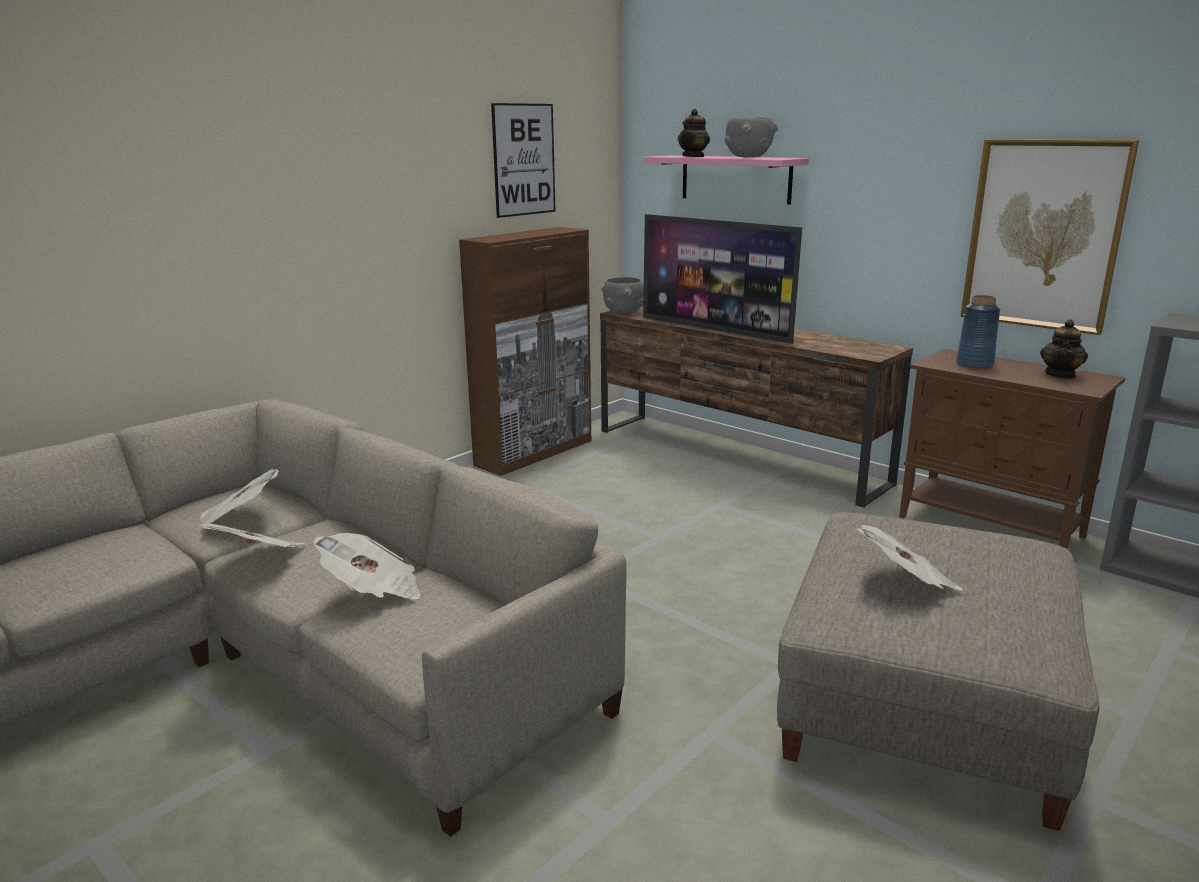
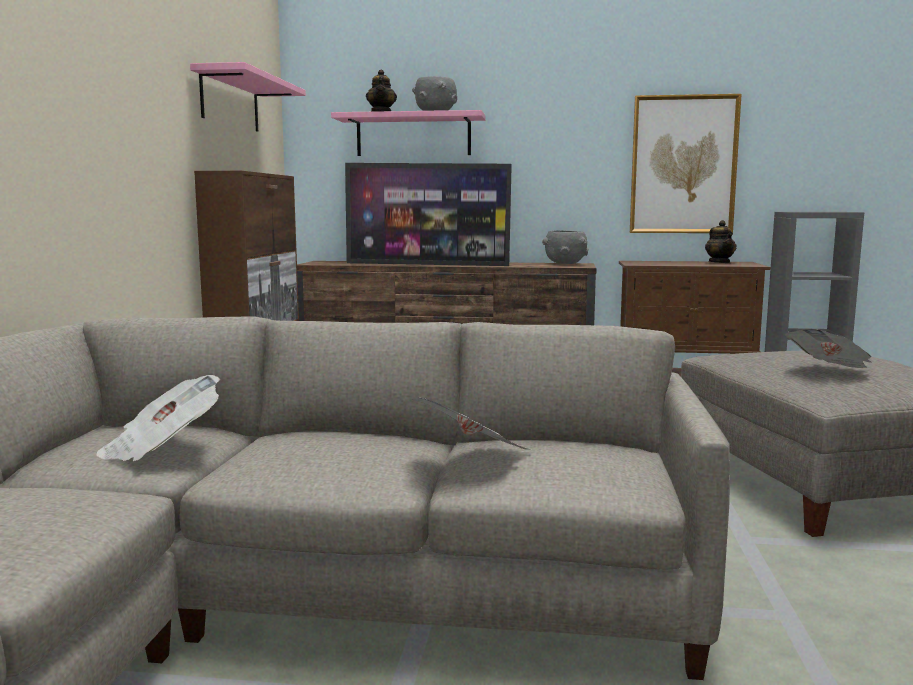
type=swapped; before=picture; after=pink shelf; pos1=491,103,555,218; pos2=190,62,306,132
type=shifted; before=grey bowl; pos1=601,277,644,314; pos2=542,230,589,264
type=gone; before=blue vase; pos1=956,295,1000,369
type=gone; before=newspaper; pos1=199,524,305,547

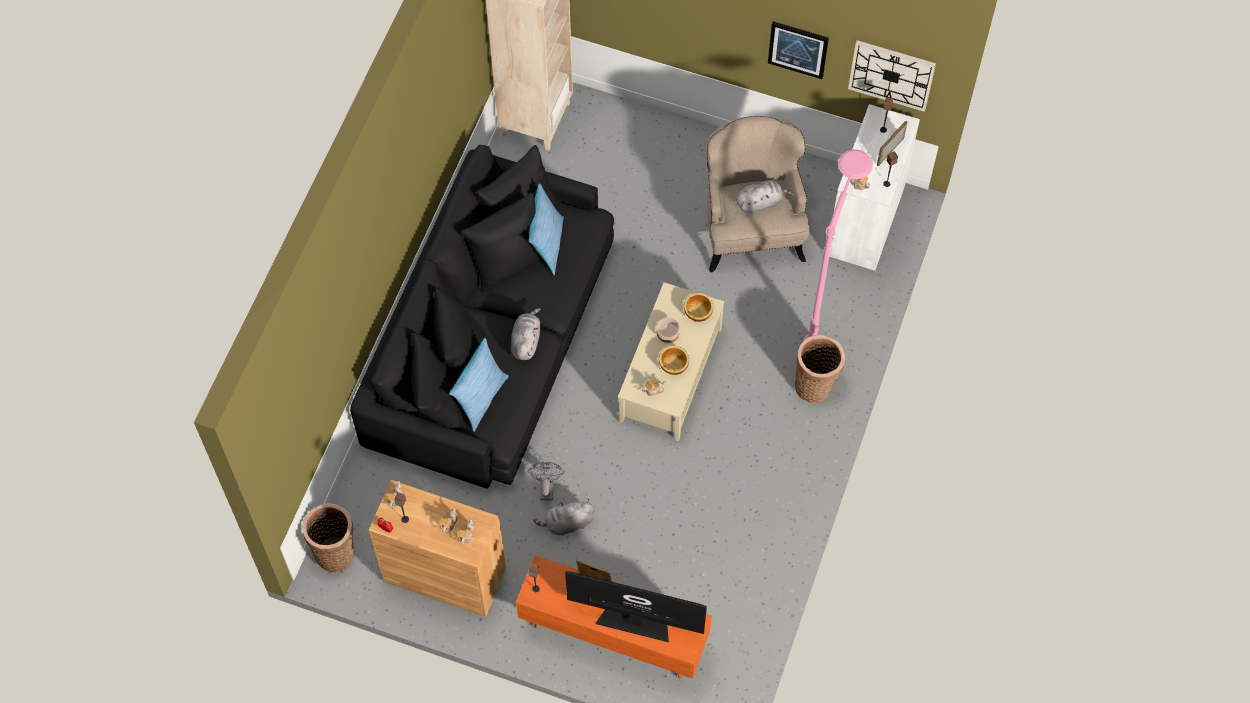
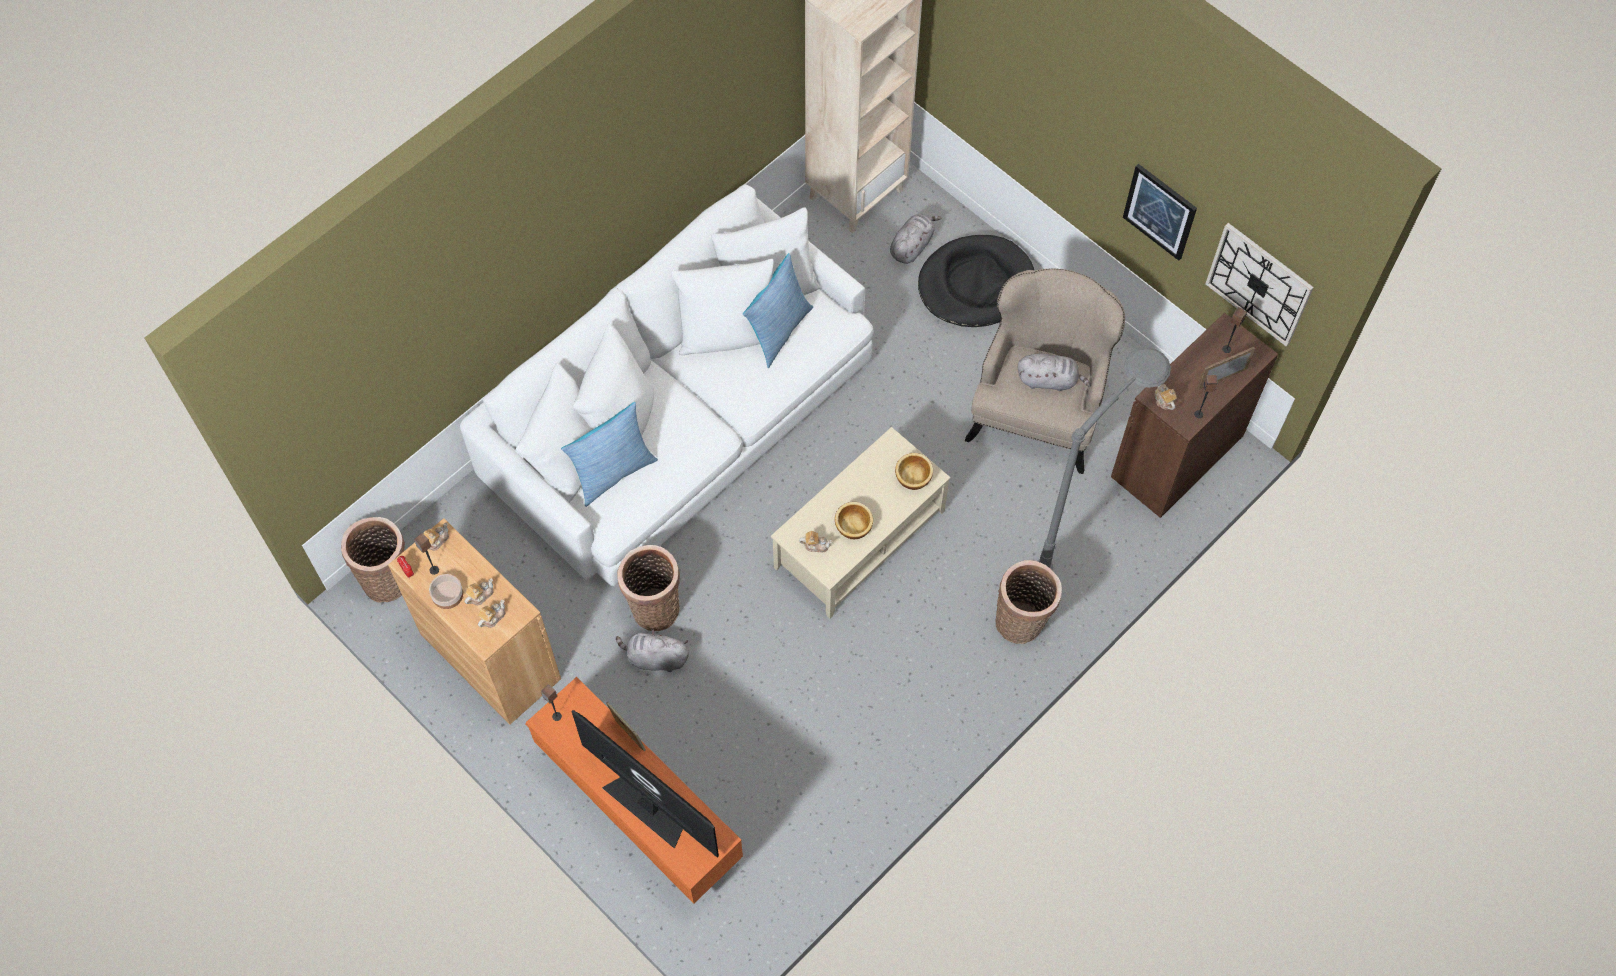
type=repainted; before=white cabinet; after=brown cabinet; pos1=829,104,920,271; pos2=1111,313,1278,518
type=repainted; before=black sofa; after=white sofa; pos1=350,145,614,488; pos2=460,184,874,586
type=repainted; before=pink floor lamp; after=grey floor lamp; pos1=804,149,873,340; pos2=1038,347,1171,570
type=shifted; before=grey plush toy; pos1=511,308,541,360; pos2=890,214,941,264
type=shifted; before=bowl; pos1=657,317,680,343; pos2=429,574,463,609
type=swapped; before=grey fan; after=basket; pos1=528,462,565,500; pos2=617,545,680,631
type=new; after=black dog bed; pos2=918,235,1034,327

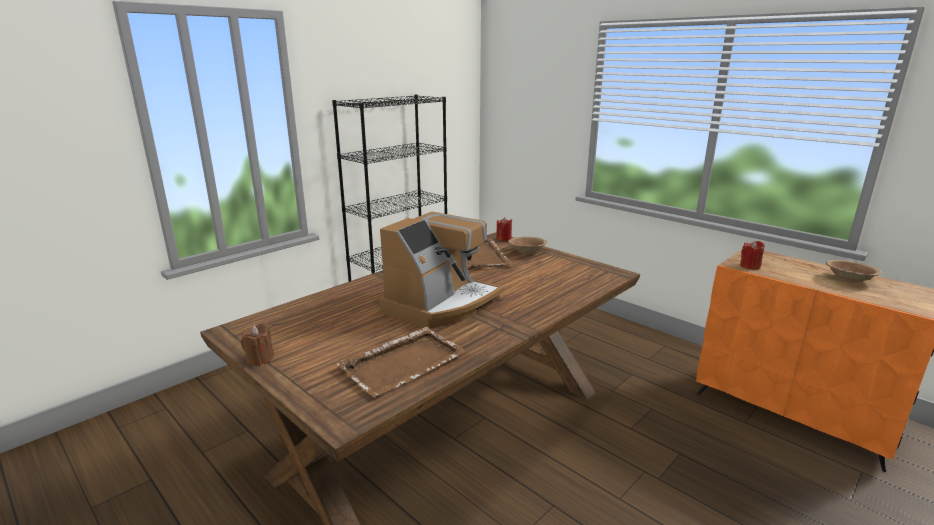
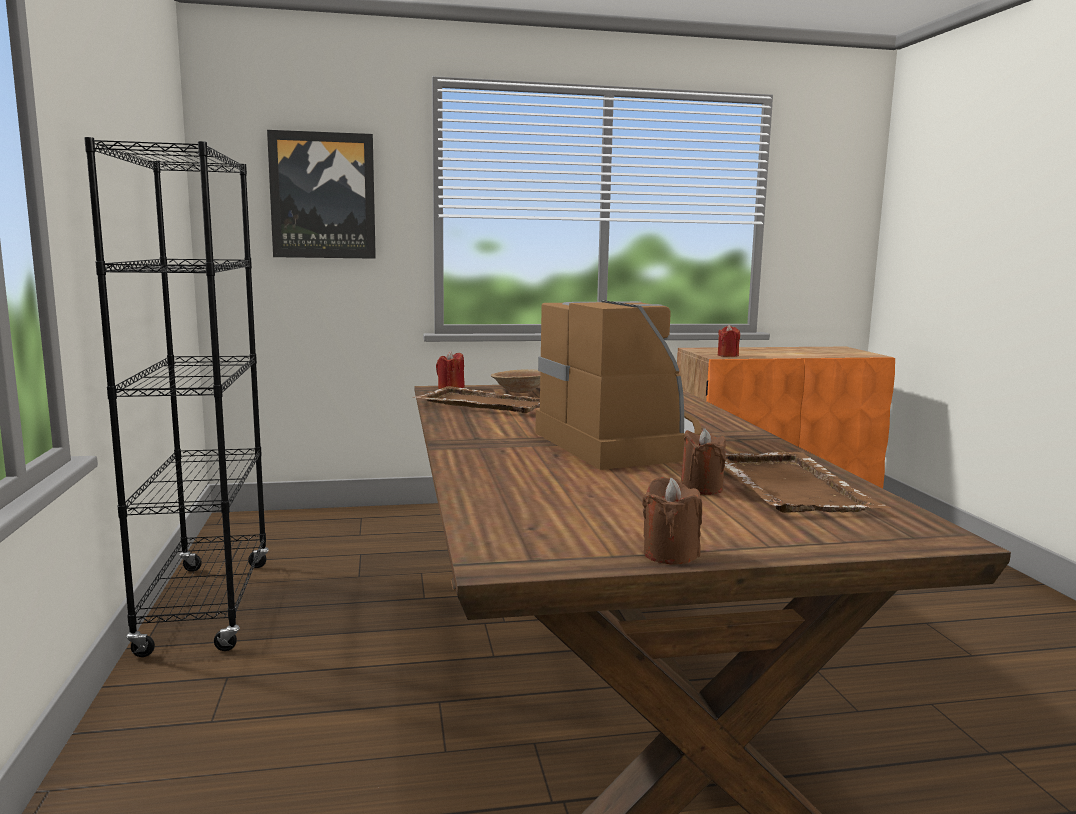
type=gone; before=brown bowl; pos1=826,260,882,283
type=new; after=picture; pos2=267,130,376,259
type=new; after=brown candle; pos2=681,428,726,495

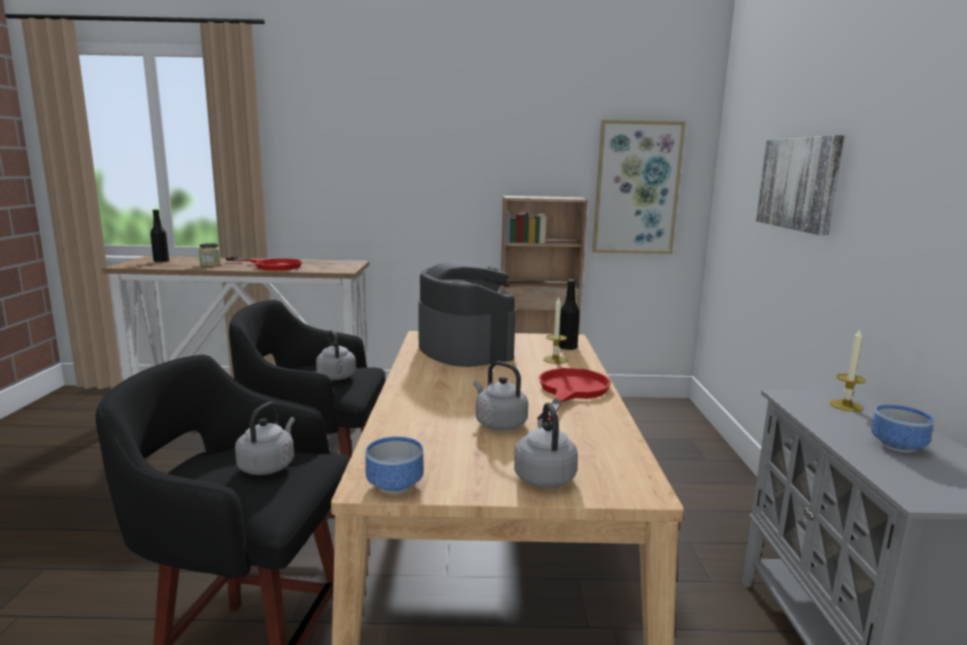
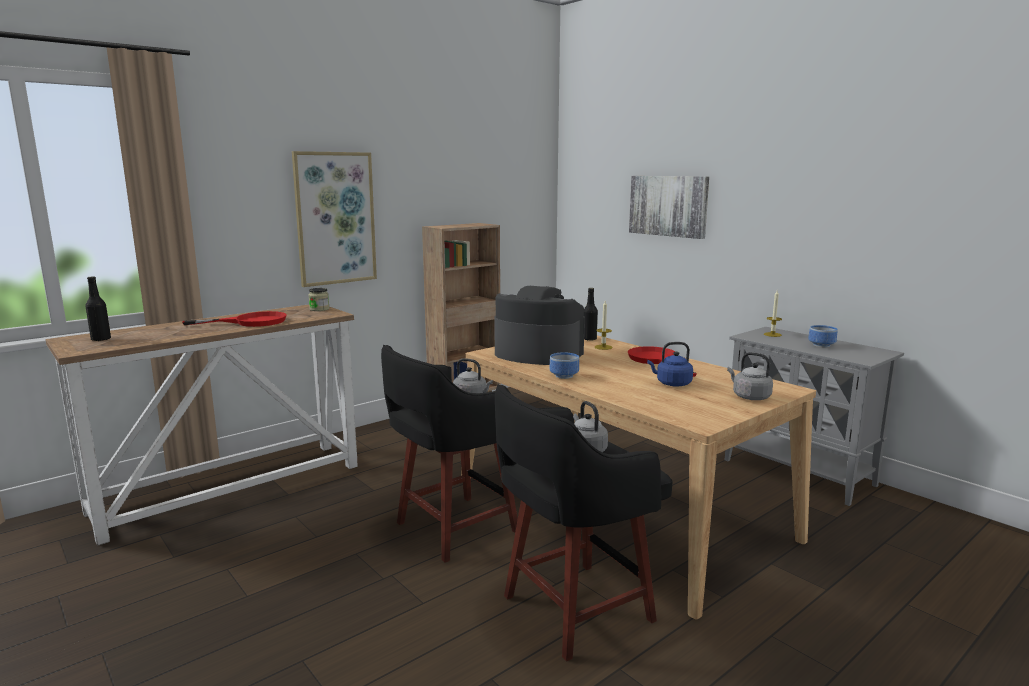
type=shifted; before=picture; pos1=592,120,686,254; pos2=292,151,377,287
type=shifted; before=jar; pos1=199,243,221,266; pos2=308,288,329,311
type=repainted; before=grey kettle; after=blue kettle; pos1=473,361,528,430; pos2=647,342,693,387
type=shifted; before=bowl; pos1=366,437,424,494; pos2=549,352,579,379

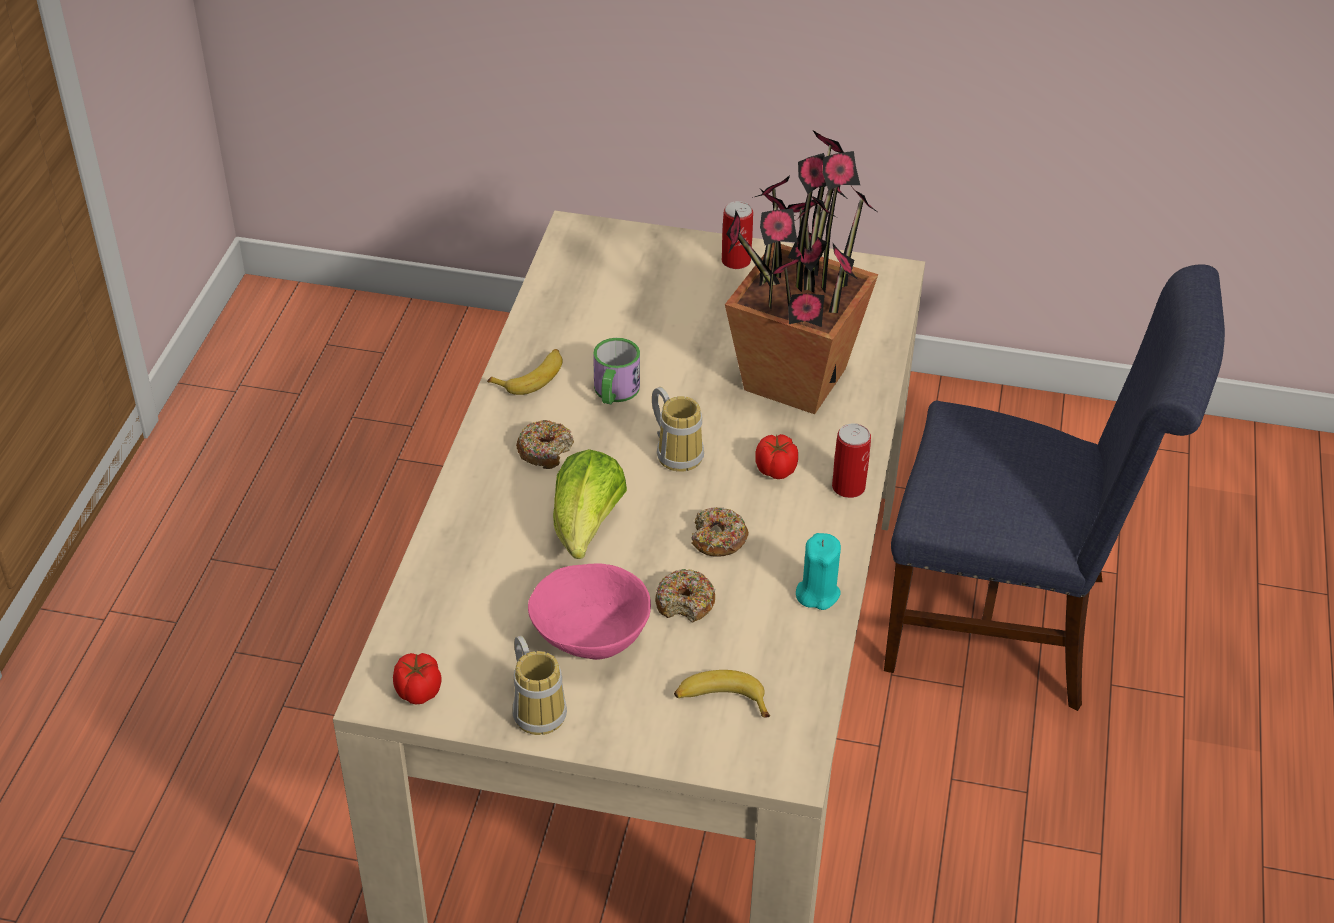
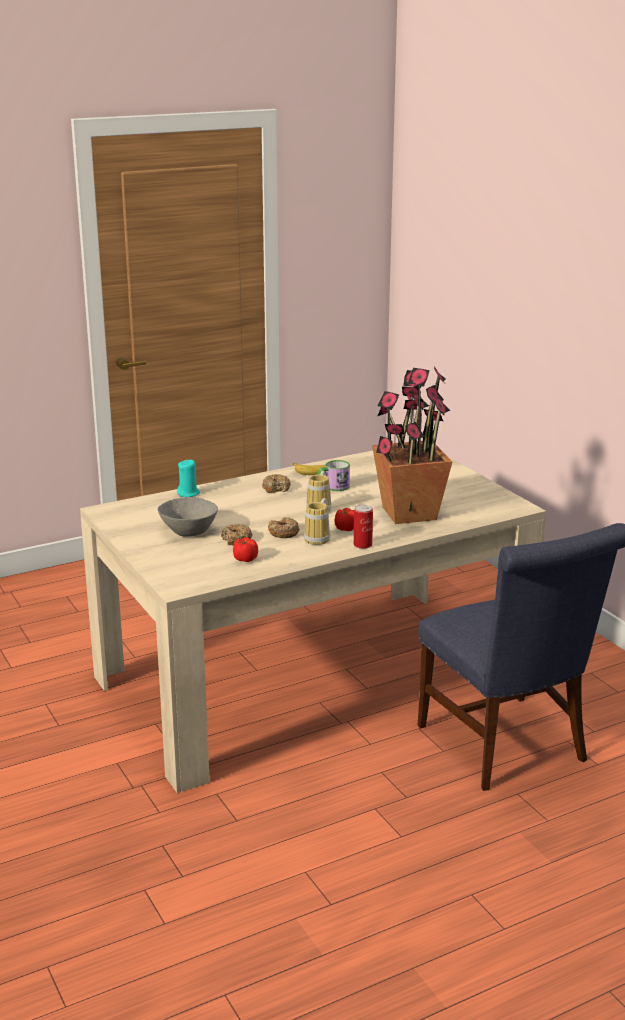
type=gone; before=can; pos1=722,201,753,269
type=gone; before=lettuce; pos1=553,449,627,559
type=shifted; before=turquoise candle; pos1=796,533,841,610; pos2=177,460,200,497
type=repainted; before=pink bowl; after=grey bowl; pos1=528,563,651,660; pos2=158,497,218,536
type=shifted; before=mug; pos1=512,635,567,735; pos2=304,498,330,545
type=shifted; before=tomato; pos1=393,653,442,704; pos2=233,537,258,562
type=gone; before=banana; pos1=674,670,770,717

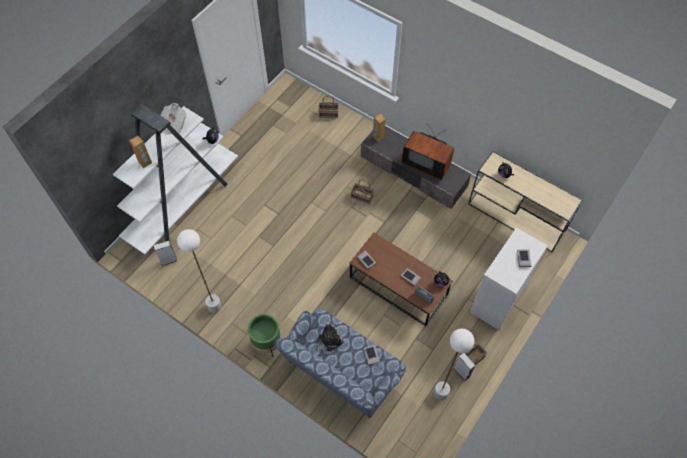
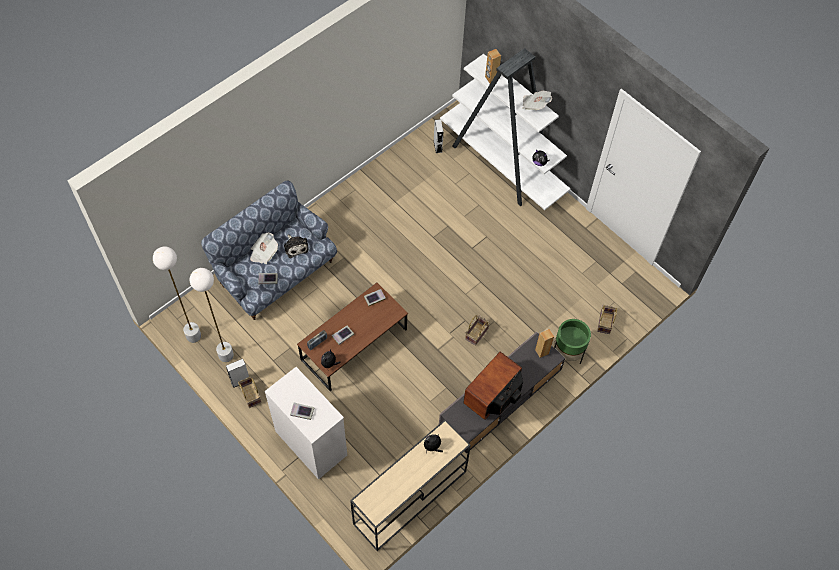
type=shifted; before=white floor lamp; pos1=177,229,222,313; pos2=153,246,201,343
type=shifted; before=green planter; pos1=248,314,281,357; pos2=554,319,591,364
type=new; after=newspaper; pos2=250,233,278,264

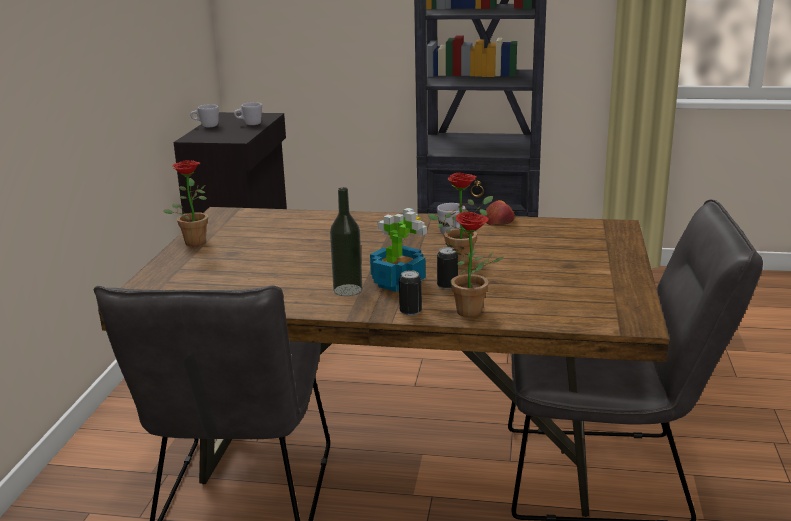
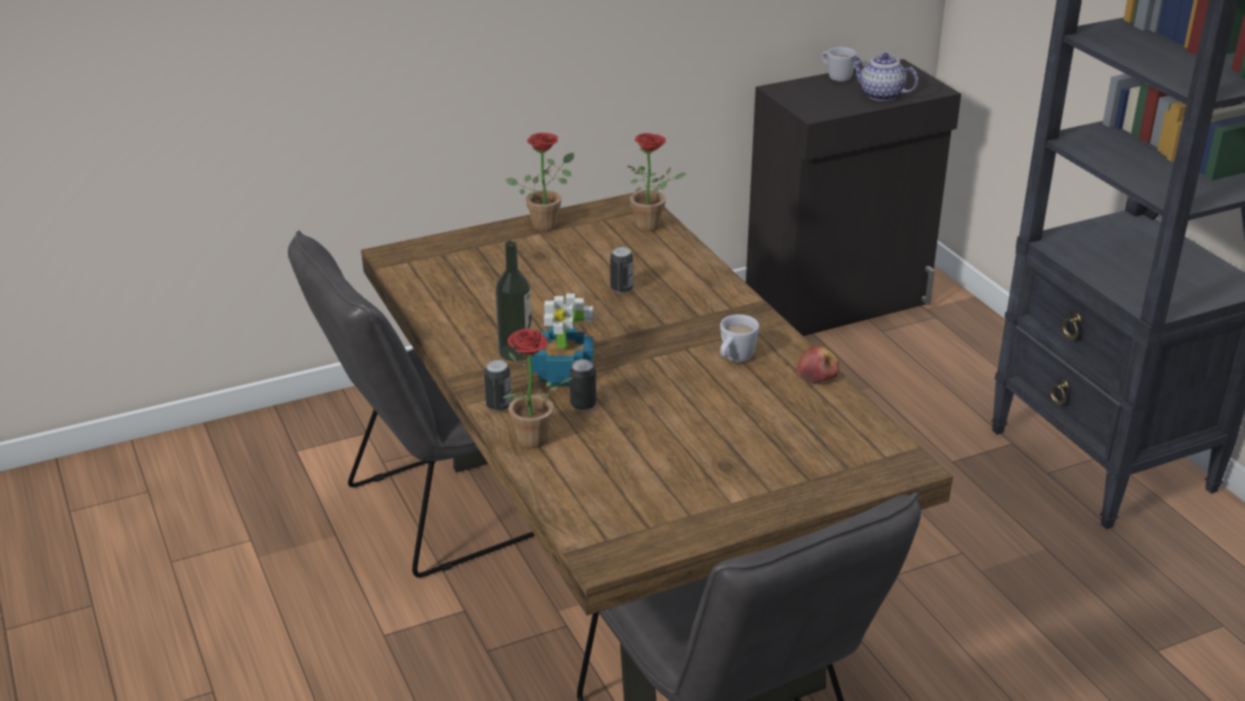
type=swapped; before=white mug; after=teapot; pos1=234,102,262,125; pos2=851,53,918,101
type=shifted; before=potted plant; pos1=428,173,493,265; pos2=628,133,686,232
type=new; after=can; pos2=610,247,633,293

